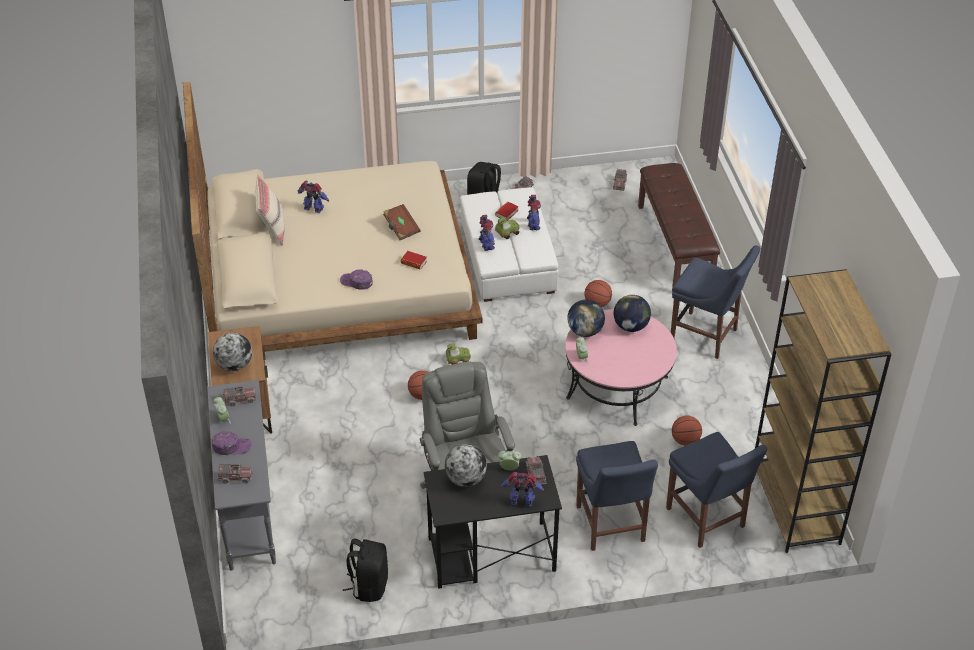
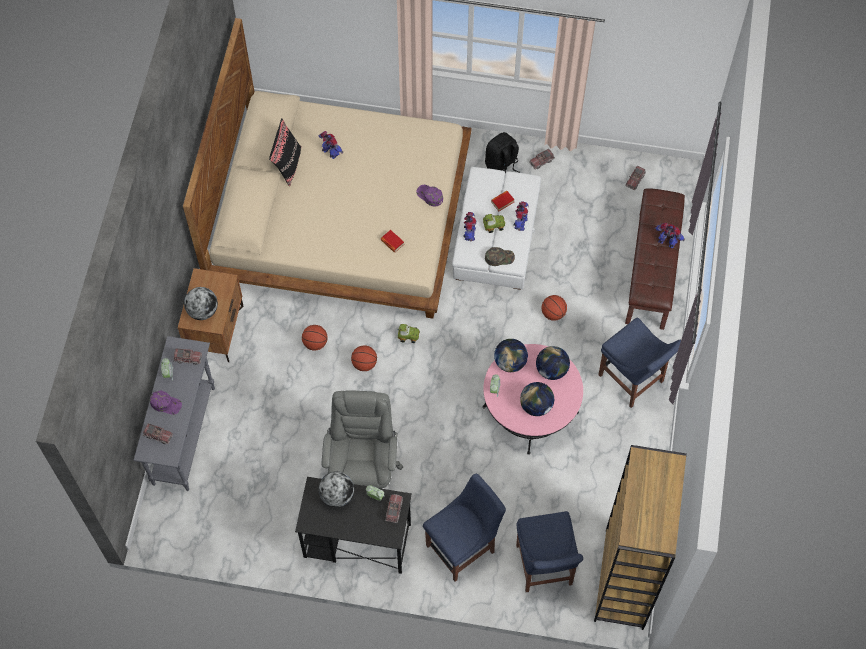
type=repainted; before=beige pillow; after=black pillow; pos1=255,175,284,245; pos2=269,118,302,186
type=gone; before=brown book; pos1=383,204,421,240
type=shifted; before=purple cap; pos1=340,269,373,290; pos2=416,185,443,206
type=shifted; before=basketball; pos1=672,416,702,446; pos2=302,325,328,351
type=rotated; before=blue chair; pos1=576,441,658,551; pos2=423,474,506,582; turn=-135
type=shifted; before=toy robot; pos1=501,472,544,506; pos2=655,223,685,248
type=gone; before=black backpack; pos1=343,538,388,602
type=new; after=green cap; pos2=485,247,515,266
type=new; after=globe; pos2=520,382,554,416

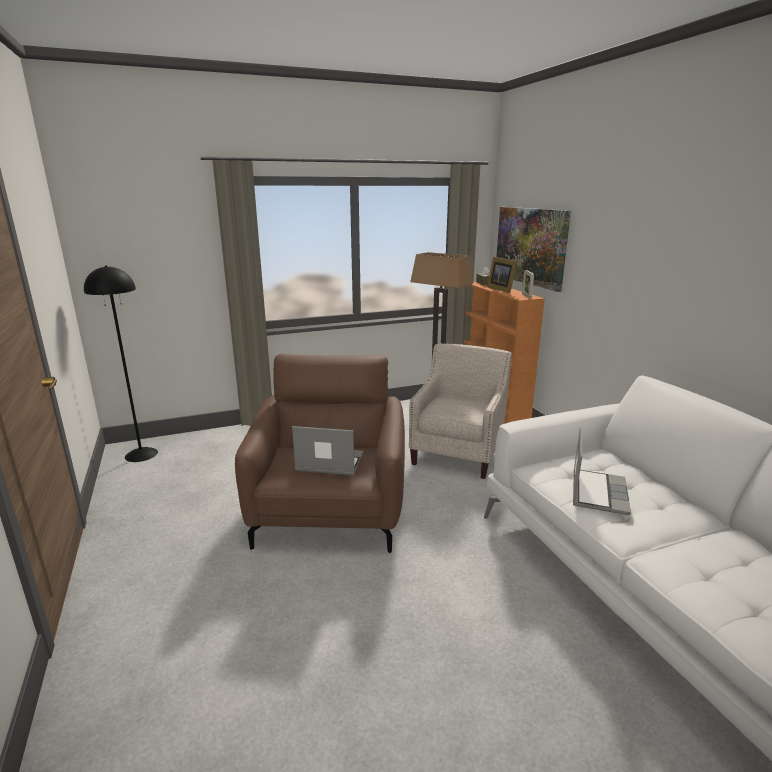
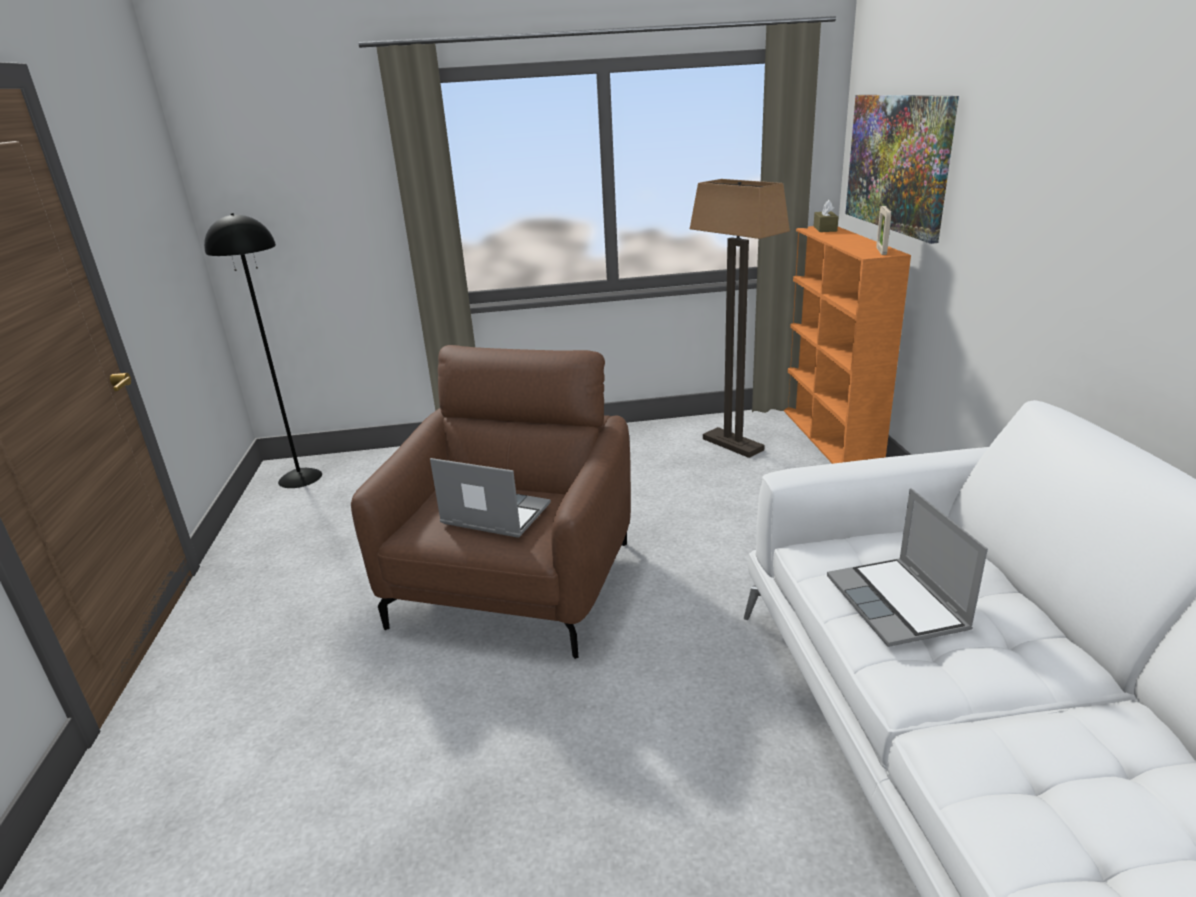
type=gone; before=picture frame; pos1=487,257,517,293
type=gone; before=beige armchair; pos1=409,343,512,479
type=rotated; before=laptop; pos1=573,427,631,515; pos2=827,488,988,647; turn=135

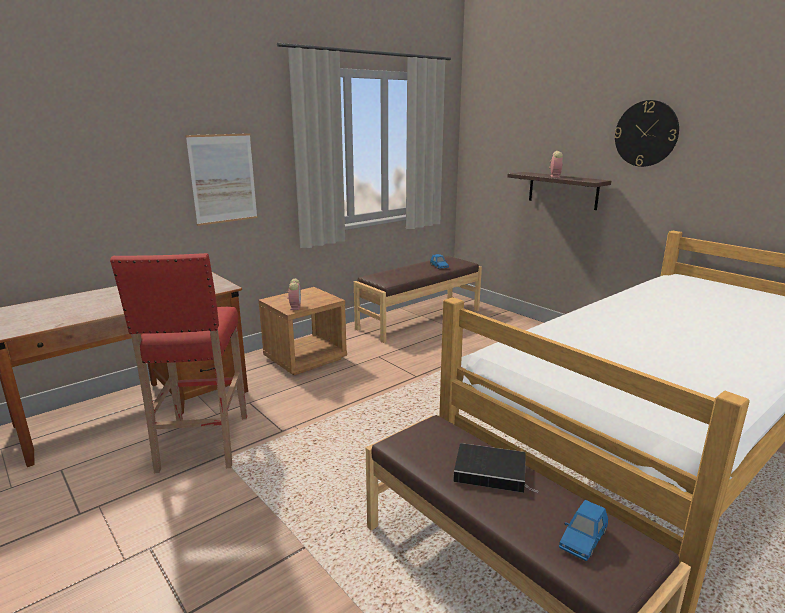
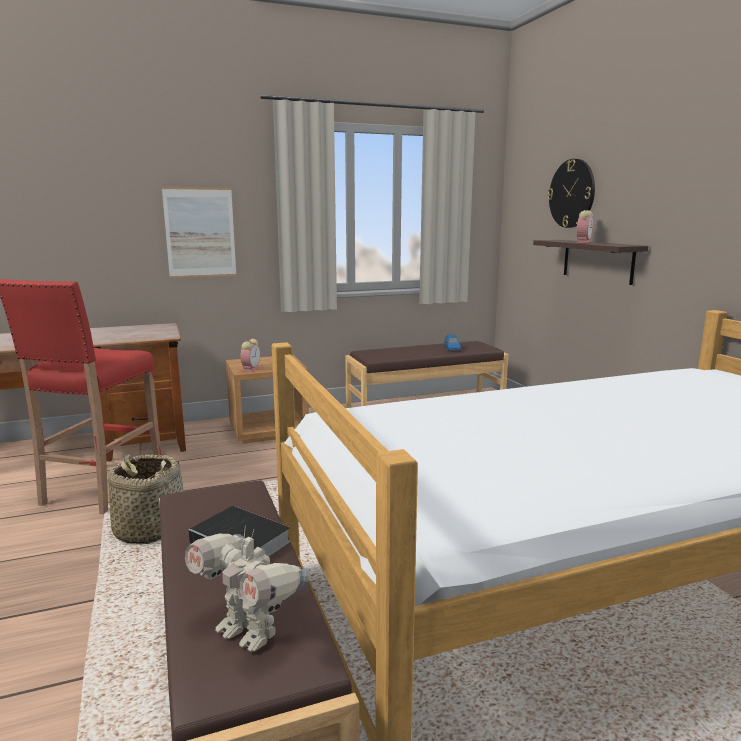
type=shifted; before=wall clock; pos1=614,100,679,167; pos2=547,159,595,228
type=swapped; before=blue toy car; after=toy robot; pos1=559,500,608,561; pos2=185,526,309,652
type=new; after=basket; pos2=108,454,184,544

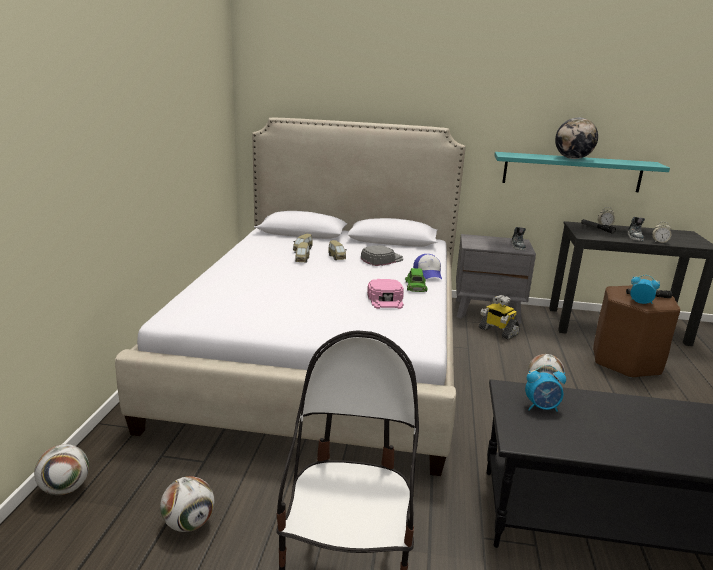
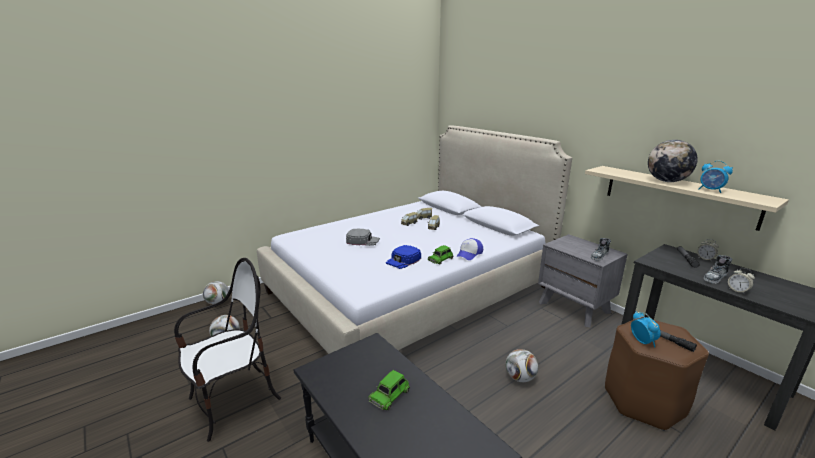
type=repainted; before=turquoise shelf; after=beige shelf; pos1=494,152,670,192; pos2=585,166,789,231
type=shifted; before=grey cap; pos1=361,245,403,266; pos2=346,228,380,246
type=repainted; before=pink cap; after=blue cap; pos1=367,279,404,309; pos2=386,245,421,269
type=gone; before=toy robot; pos1=479,295,520,340
type=shifted; before=alarm clock; pos1=525,365,566,412; pos2=699,161,733,193
type=new; after=green toy car; pos2=368,370,410,411

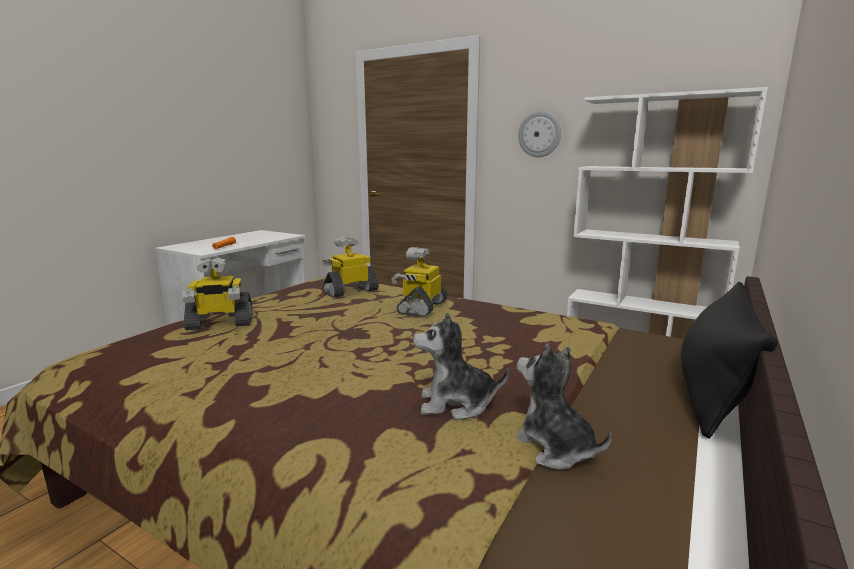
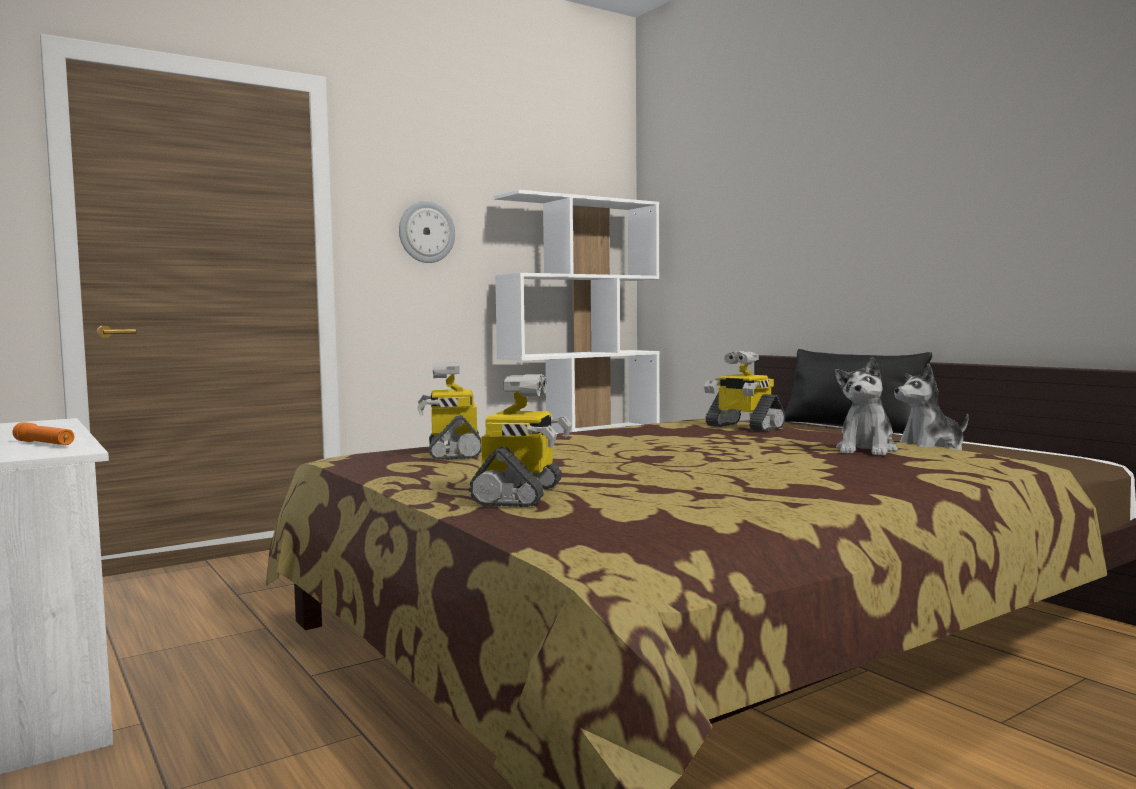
type=shifted; before=toy robot; pos1=391,247,447,317; pos2=704,351,785,431

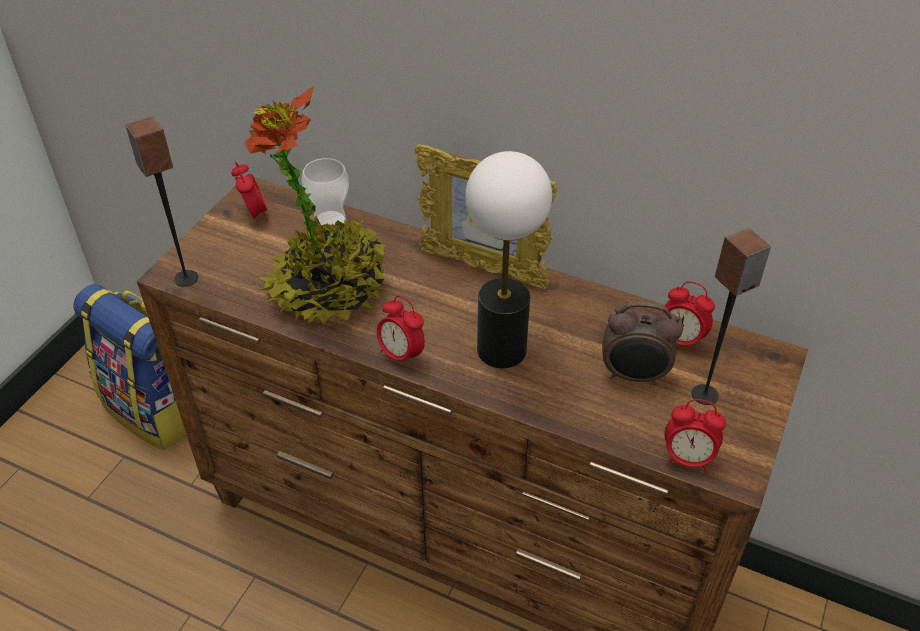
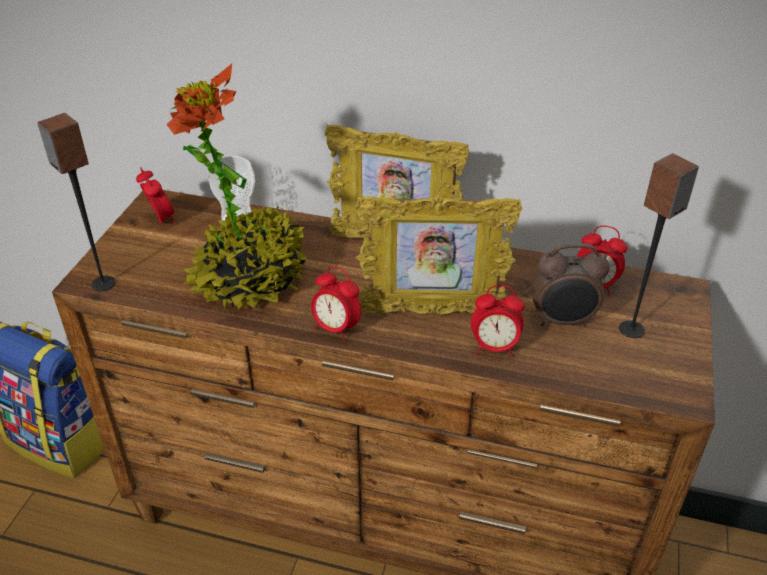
type=swapped; before=table lamp; after=picture frame; pos1=465,151,552,368; pos2=355,196,522,314
type=shifted; before=alarm clock; pos1=664,399,726,473; pos2=471,285,525,357

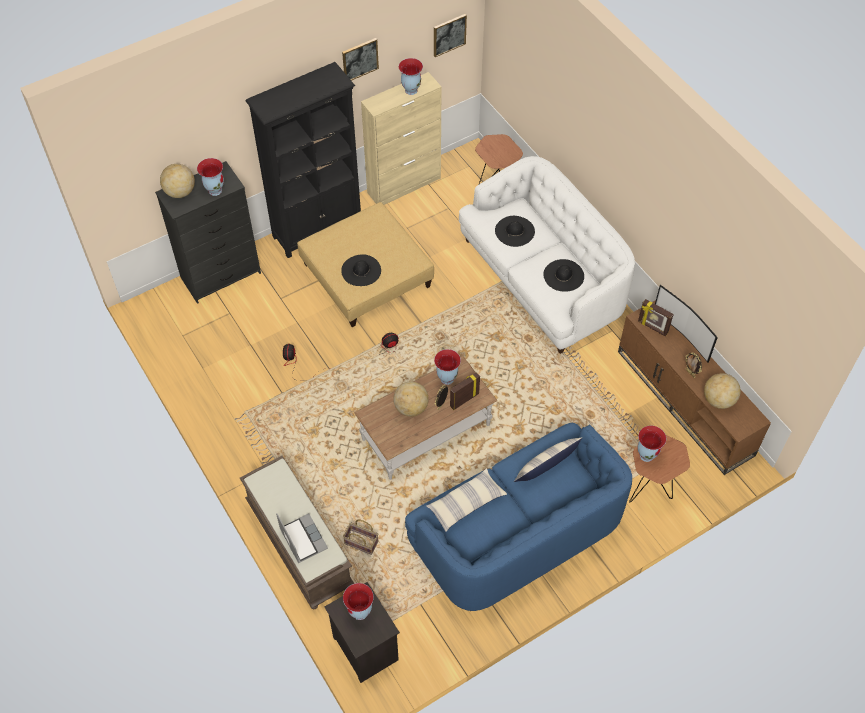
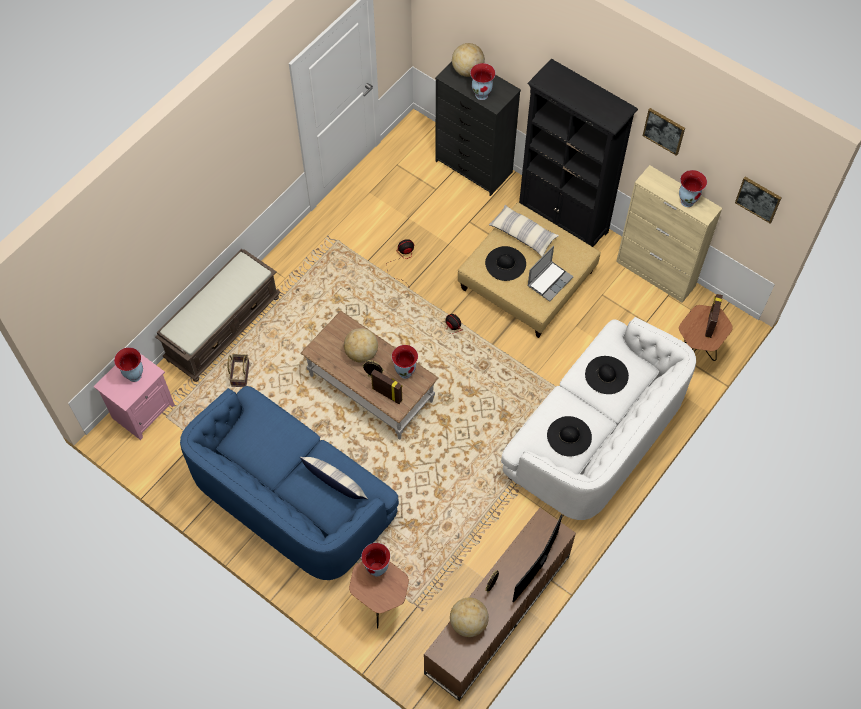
type=shifted; before=picture frame; pos1=638,299,674,336; pos2=705,294,723,338
type=shifted; before=pillow; pos1=426,468,507,532; pos2=489,205,559,257
type=shifted; before=laptop; pos1=276,513,328,563; pos2=527,246,574,302
type=repainted; before=black nightstand; after=pink nightstand; pos1=325,582,400,683; pos2=94,354,175,440

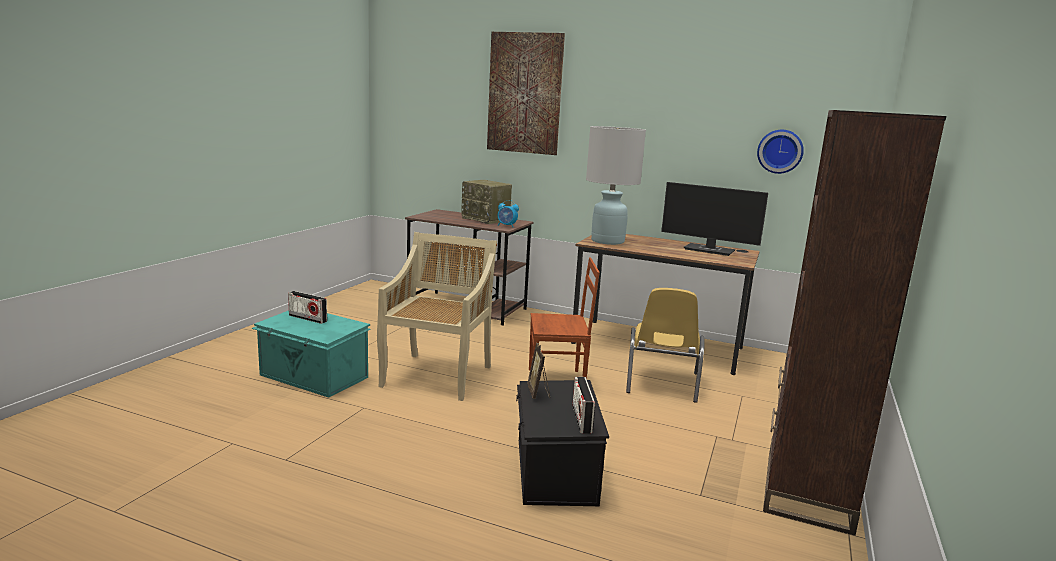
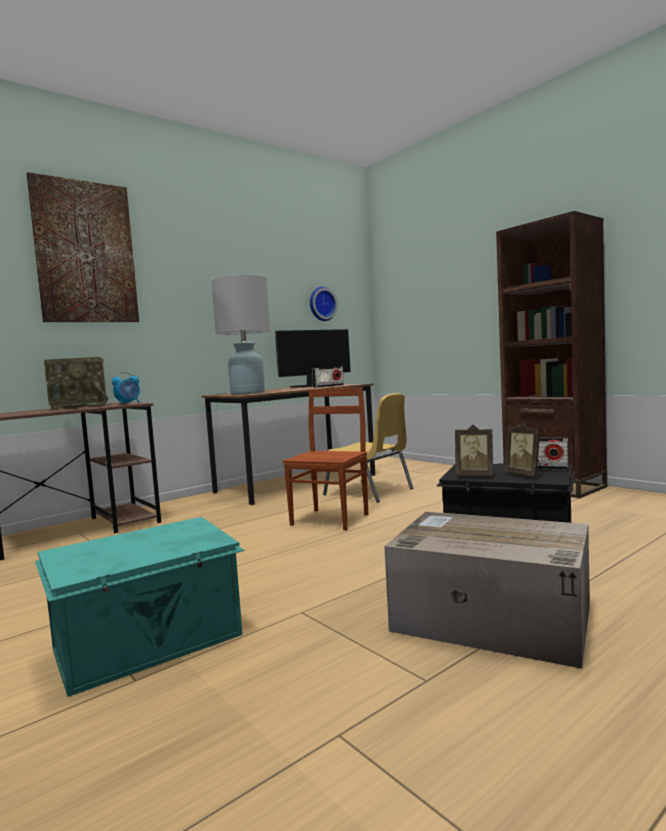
type=gone; before=beige chair; pos1=377,232,497,401
type=shifted; before=radio; pos1=288,291,327,324; pos2=312,366,344,388
type=new; after=picture frame; pos2=504,422,543,476
type=new; after=cardboard box; pos2=384,512,590,669

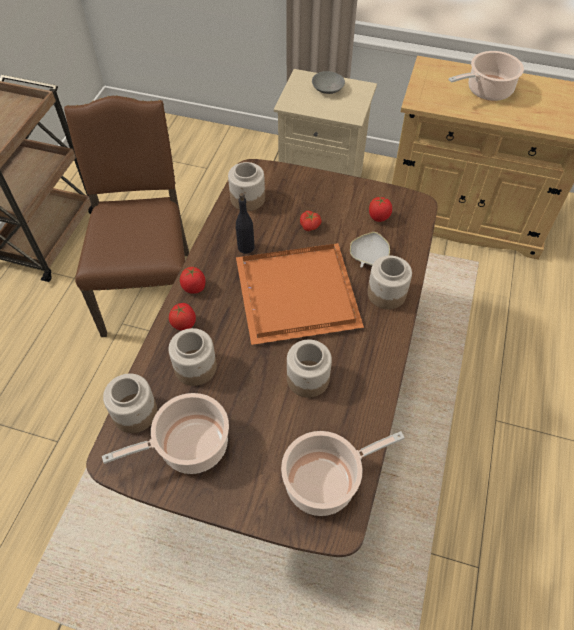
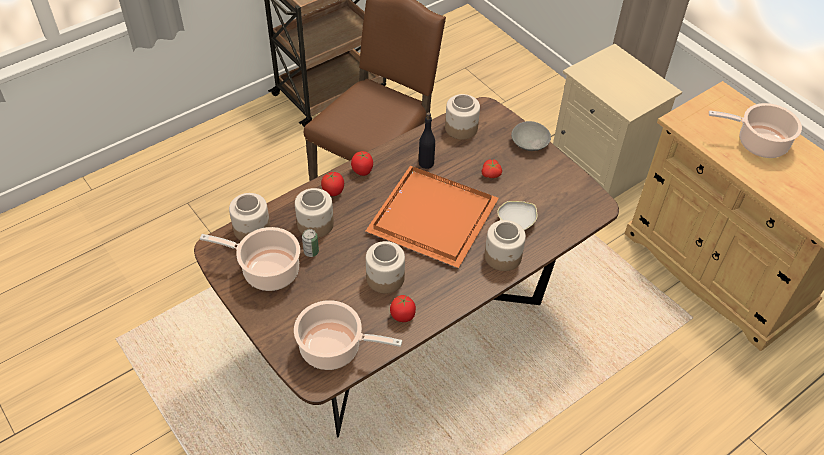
type=shifted; before=grey bowl; pos1=312,71,345,94; pos2=511,121,551,151
type=shifted; before=tomato; pos1=369,196,392,222; pos2=390,295,416,322
type=new; after=can; pos2=302,229,319,257

